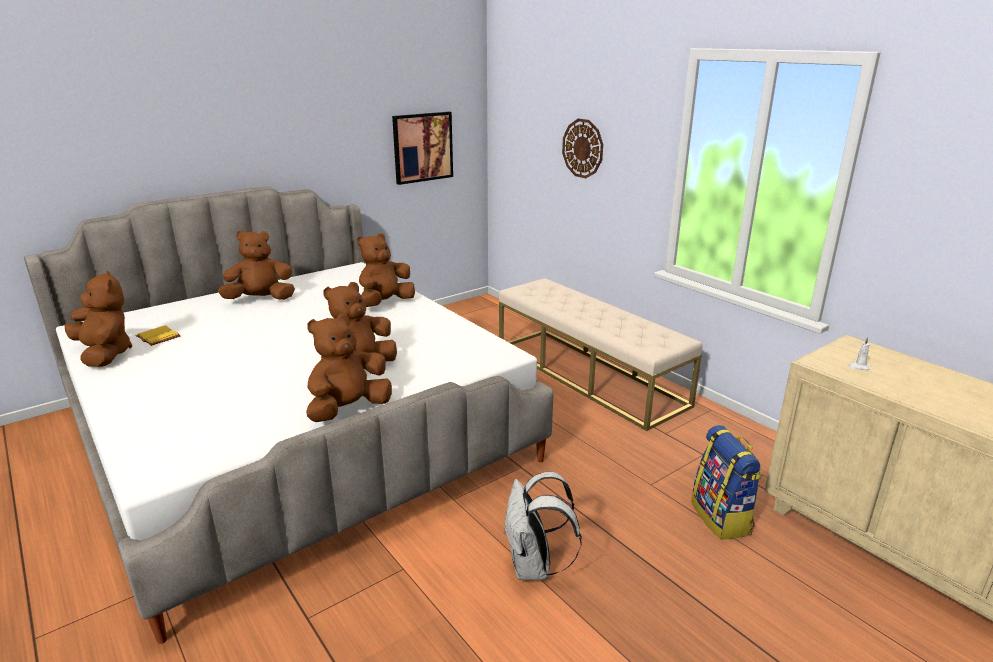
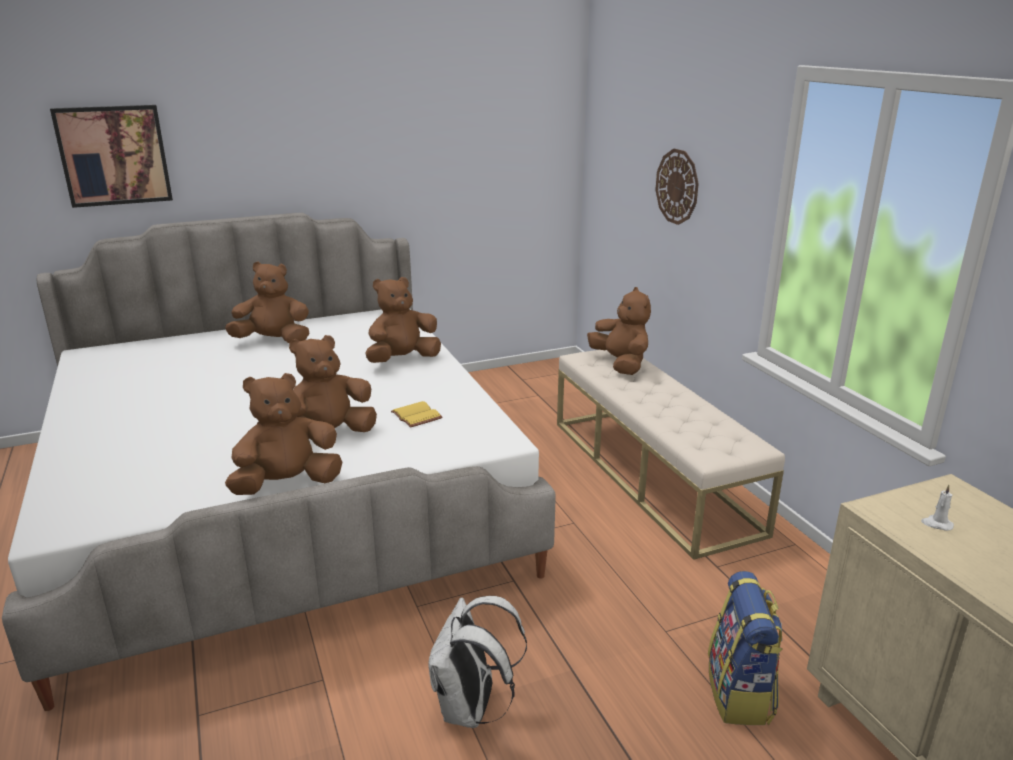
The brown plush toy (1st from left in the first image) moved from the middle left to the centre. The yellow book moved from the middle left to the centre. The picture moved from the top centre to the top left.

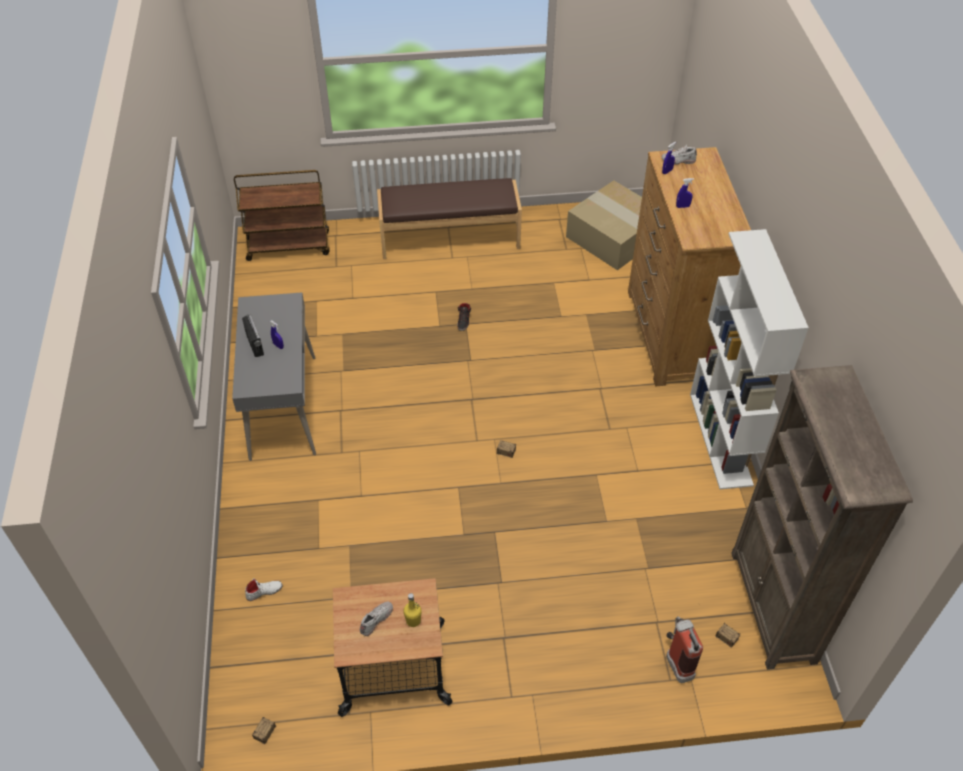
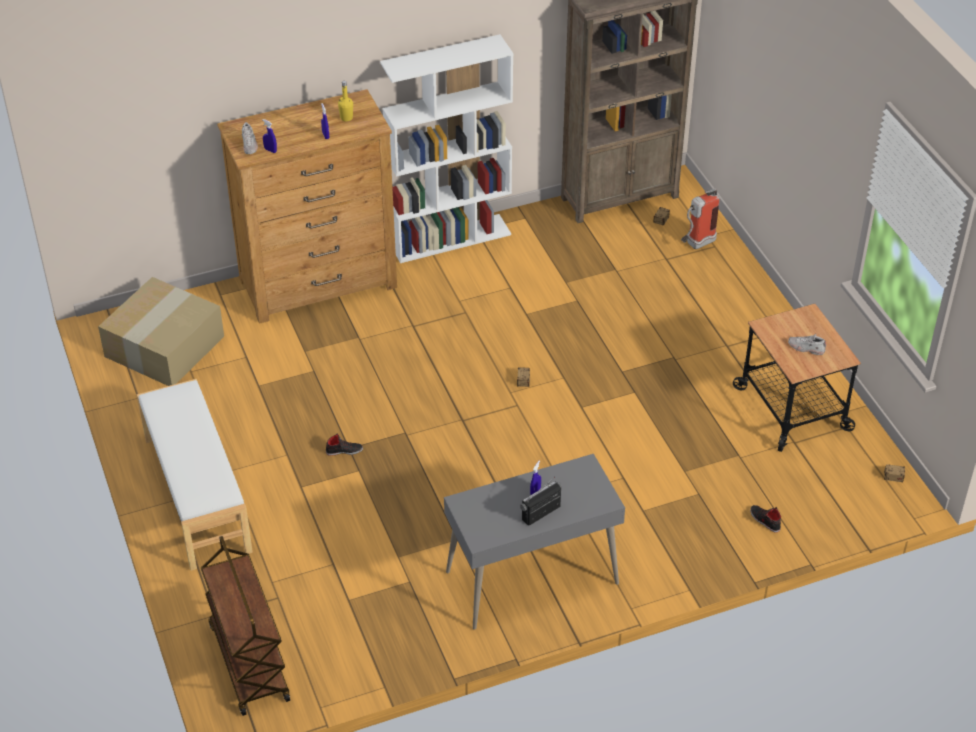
The yellow bottle moved from the bottom centre to the top centre. The white shoe (1st from left) at the bottom left became the black shoe (2nd from left) at the bottom right. The brown bench at the top centre became the white bench at the middle left.

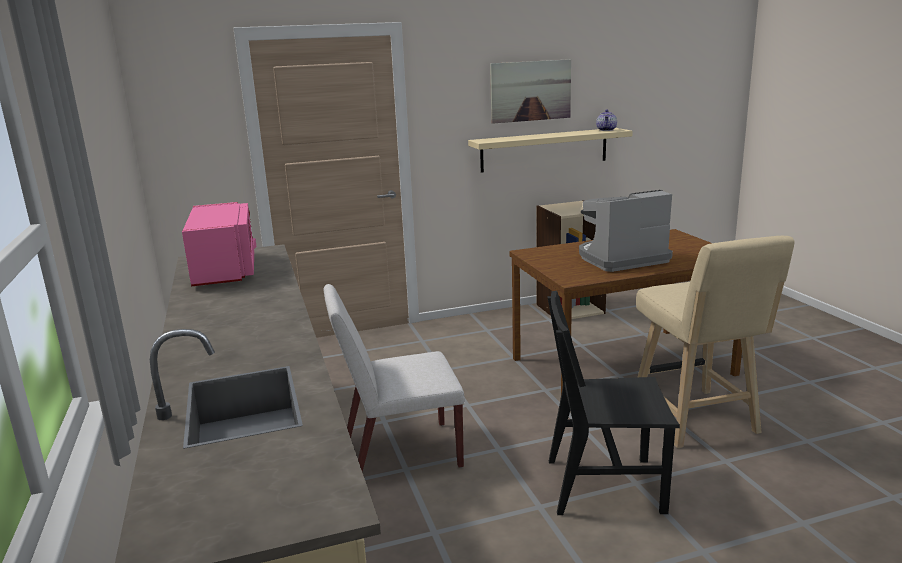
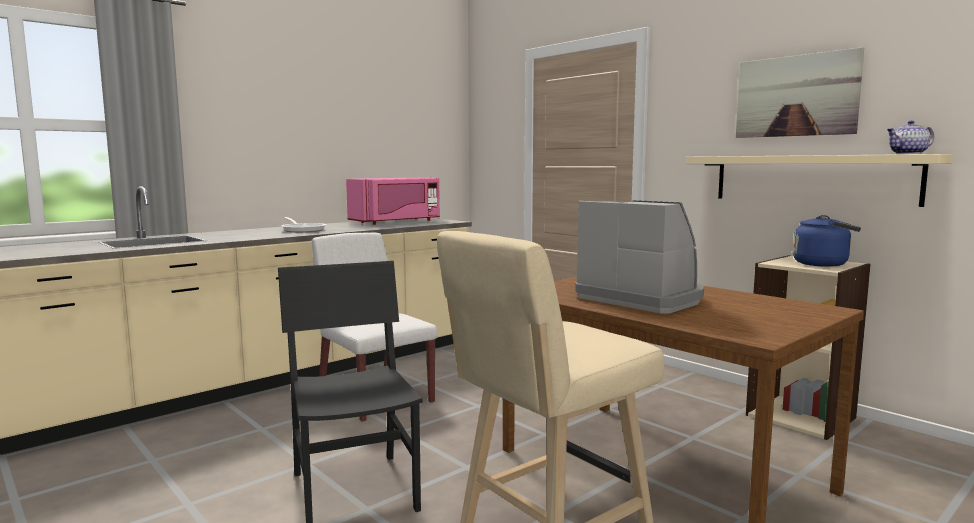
The frying pan at the middle left appeared. The blue kettle at the middle right appeared.

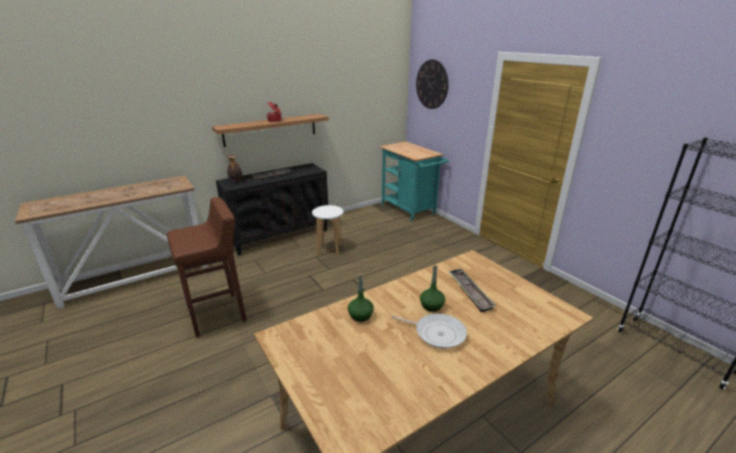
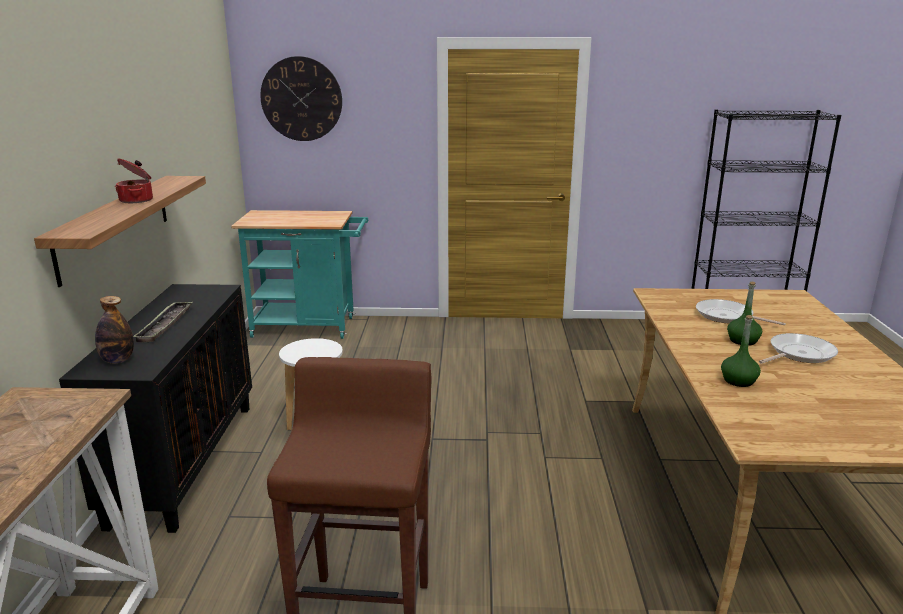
The tray (2nd from left) at the centre was replaced by the frying pan (1st from left) at the middle right.

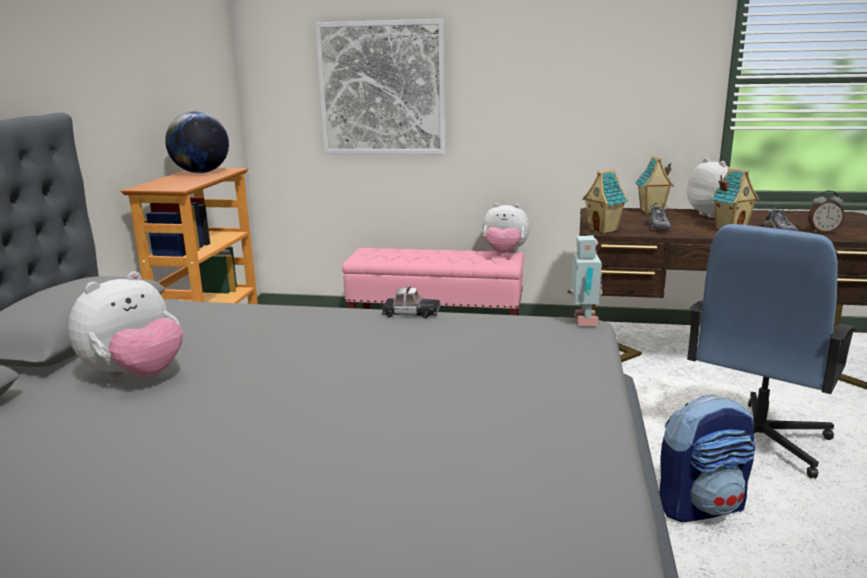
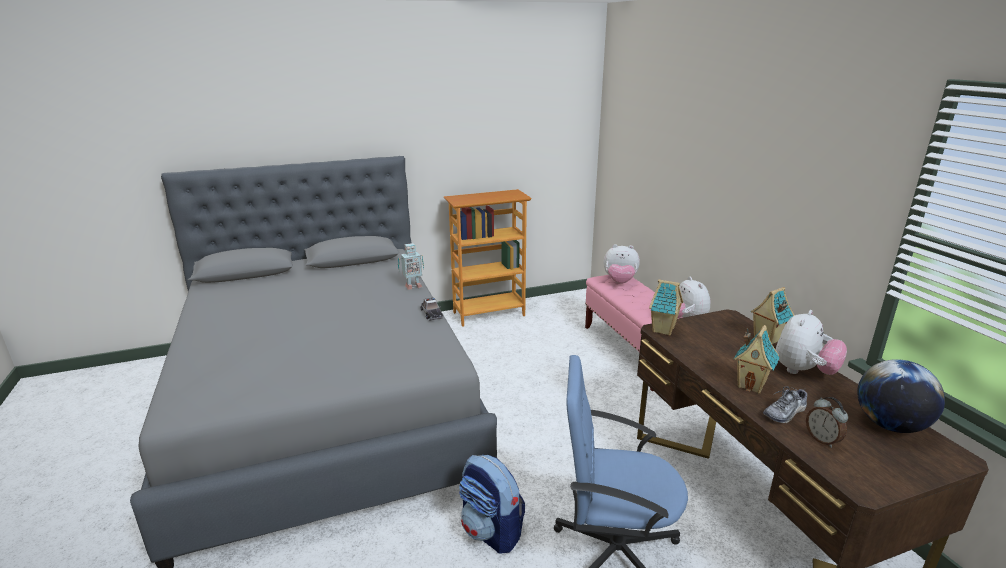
The picture at the top centre disappeared. The shoe (1st from left) at the middle right disappeared. The plush toy (1st from left) moved from the middle left to the centre. The globe moved from the top left to the bottom right. The toy robot moved from the middle right to the centre.

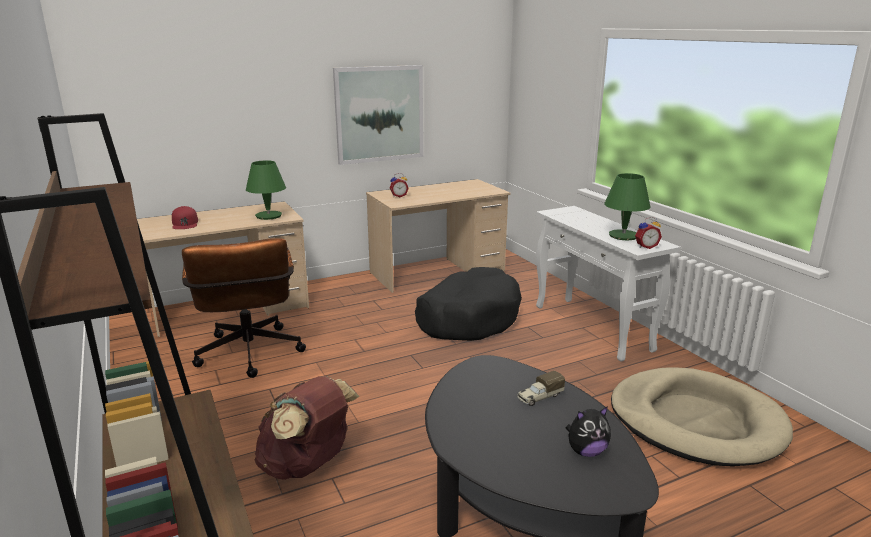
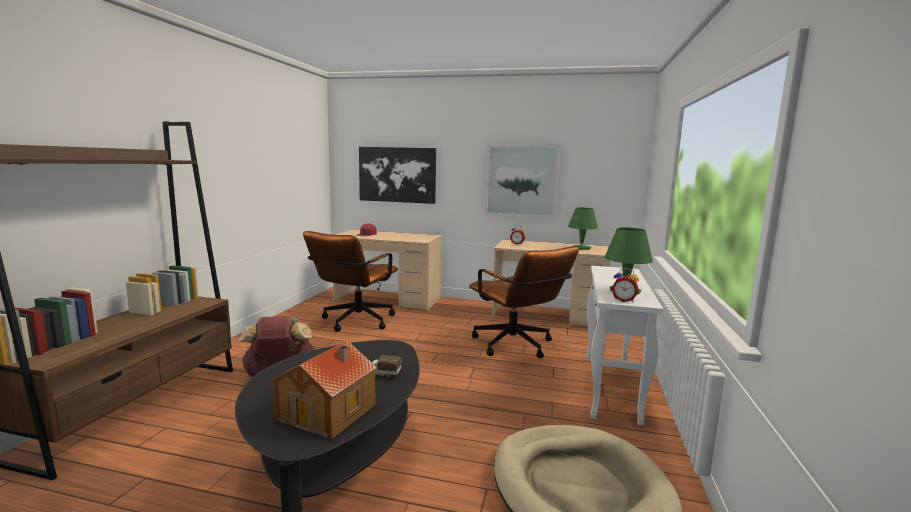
The picture (1st from left) at the centre appeared. The green table lamp (1st from left) moved from the middle left to the centre. The black dog bed at the centre was replaced by the brown office chair (2nd from left) at the centre. The plush toy at the bottom right was replaced by the toy house at the bottom centre.

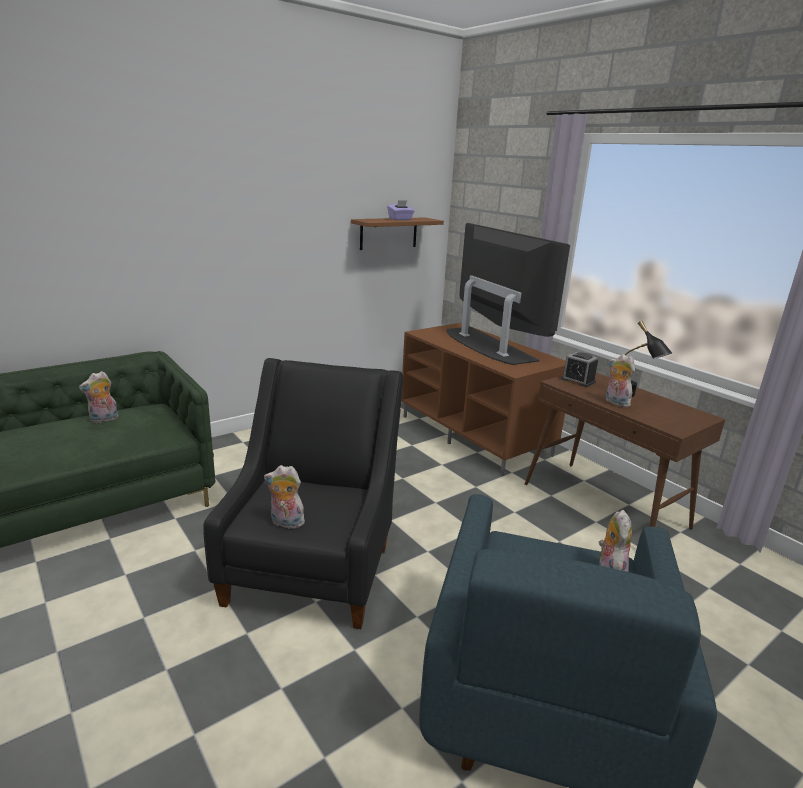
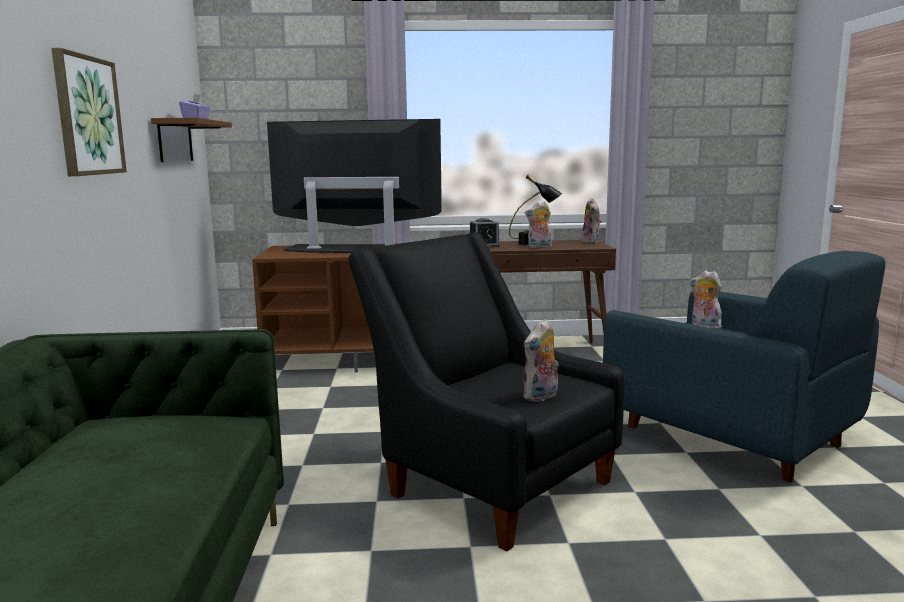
The picture at the top left appeared. The plush toy (1st from left in the first image) moved from the middle left to the centre.

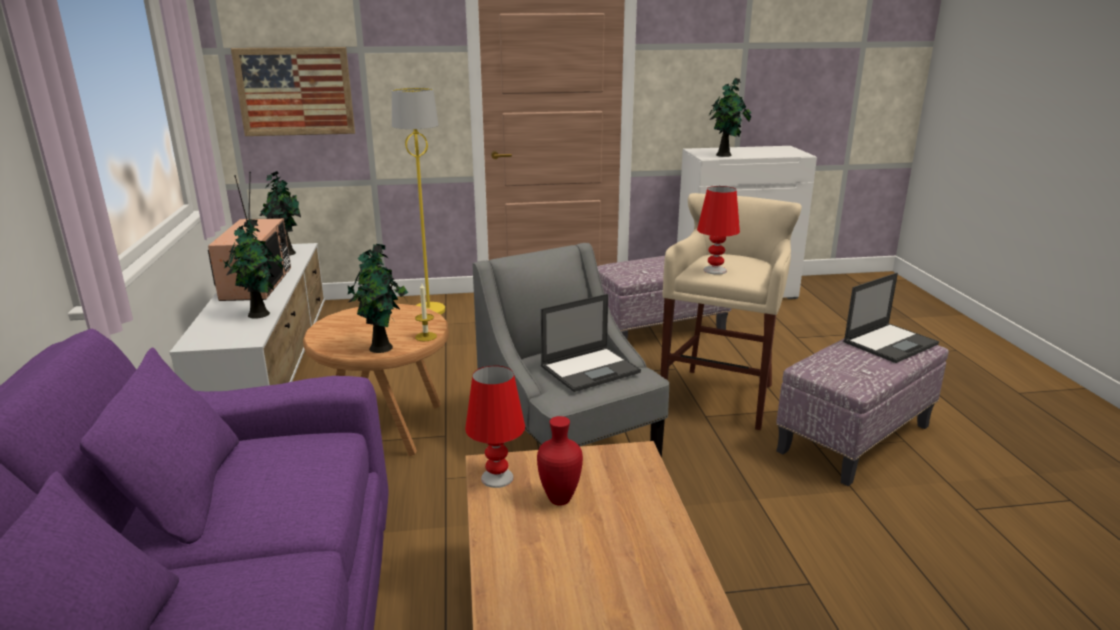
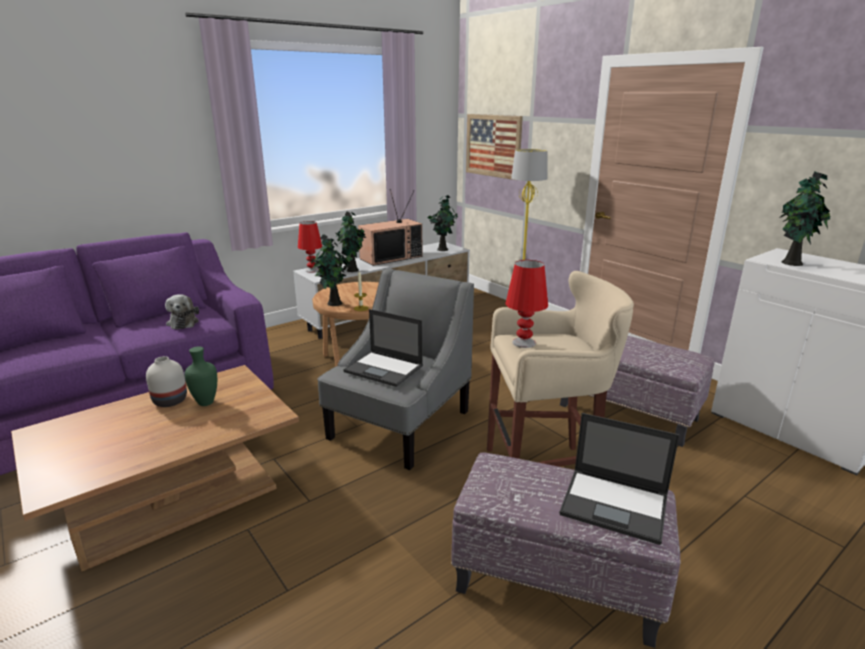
The white vase at the middle left appeared. The plush toy at the middle left appeared. The red table lamp (1st from left) moved from the bottom centre to the centre. The red vase at the bottom centre became the green vase at the middle left.

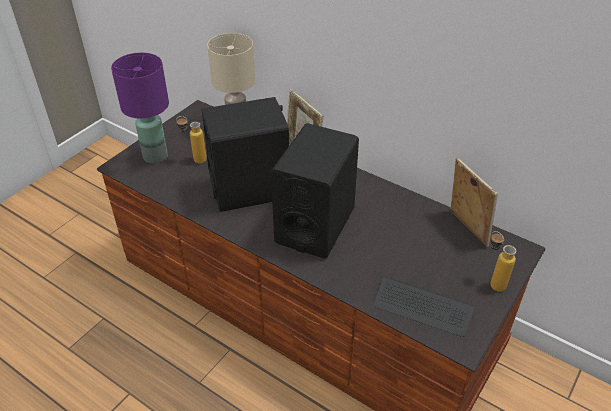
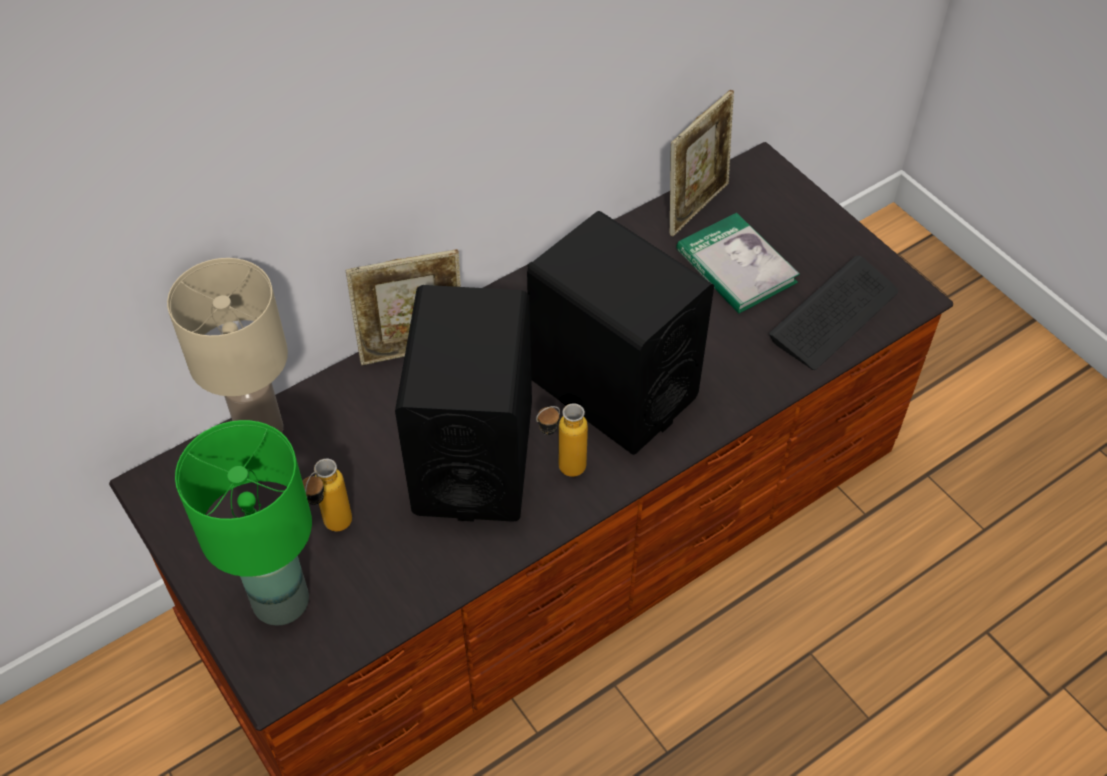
The book at the middle right appeared. The bottle (2nd from left) moved from the middle right to the centre. The purple table lamp at the top left became the green table lamp at the bottom left. The picture frame (2nd from left) at the middle right turned 135 degrees clockwise.

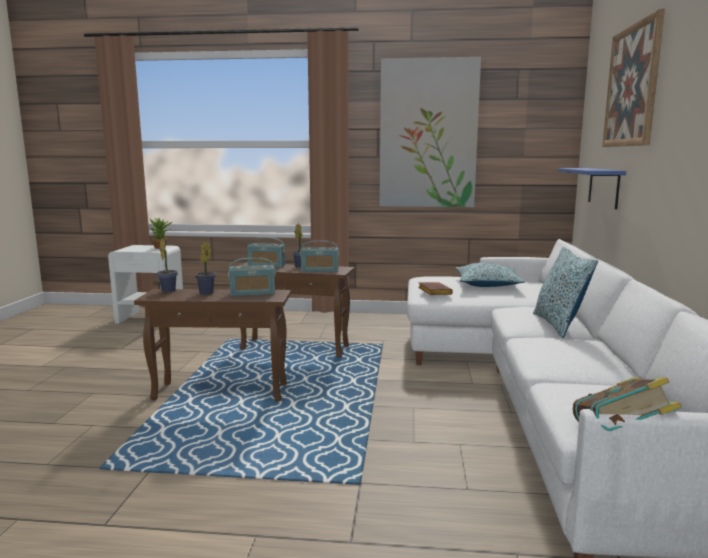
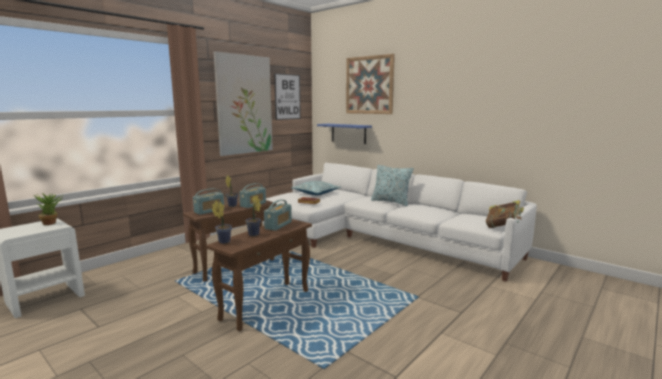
The picture (2nd from left) at the top centre appeared.

